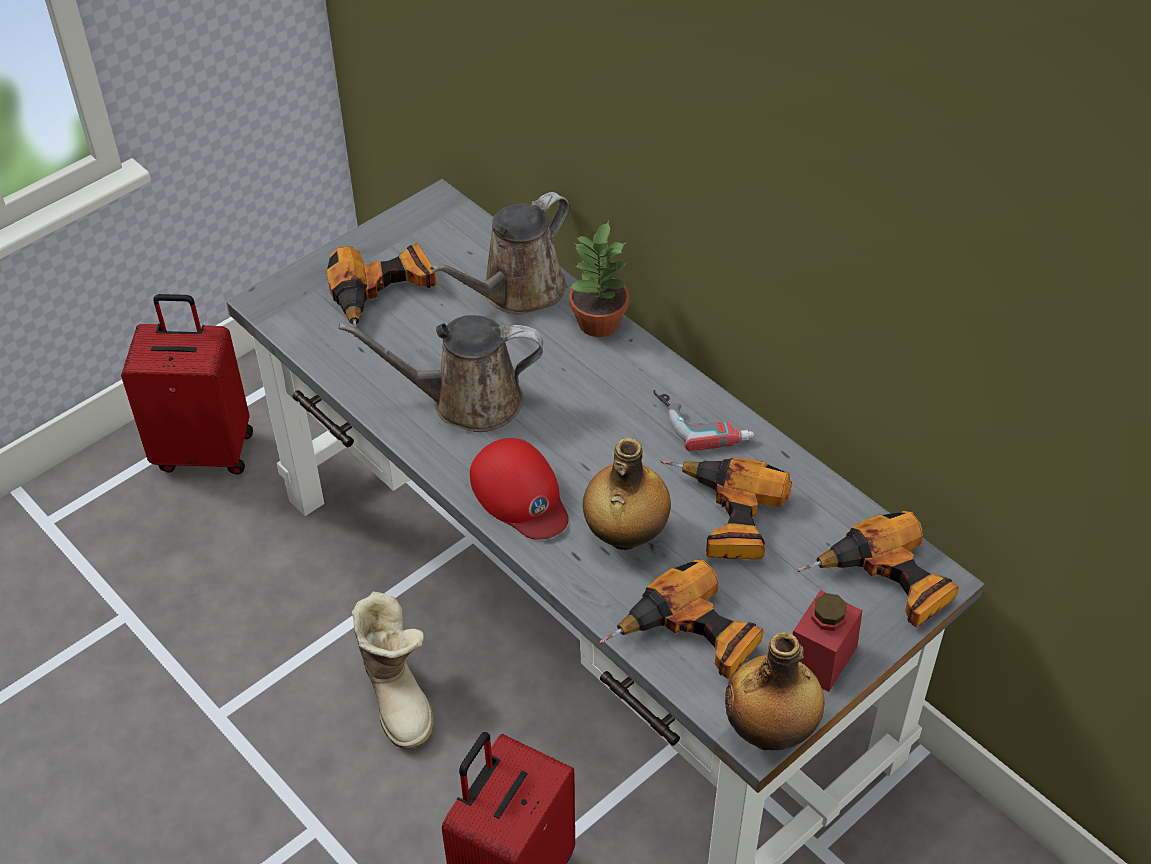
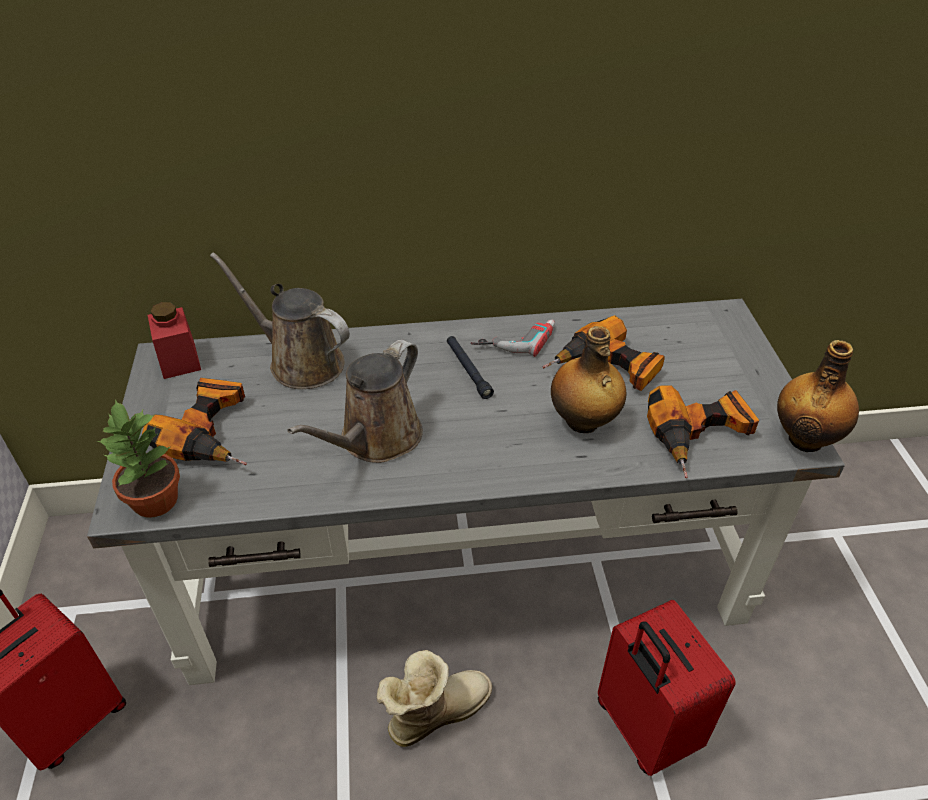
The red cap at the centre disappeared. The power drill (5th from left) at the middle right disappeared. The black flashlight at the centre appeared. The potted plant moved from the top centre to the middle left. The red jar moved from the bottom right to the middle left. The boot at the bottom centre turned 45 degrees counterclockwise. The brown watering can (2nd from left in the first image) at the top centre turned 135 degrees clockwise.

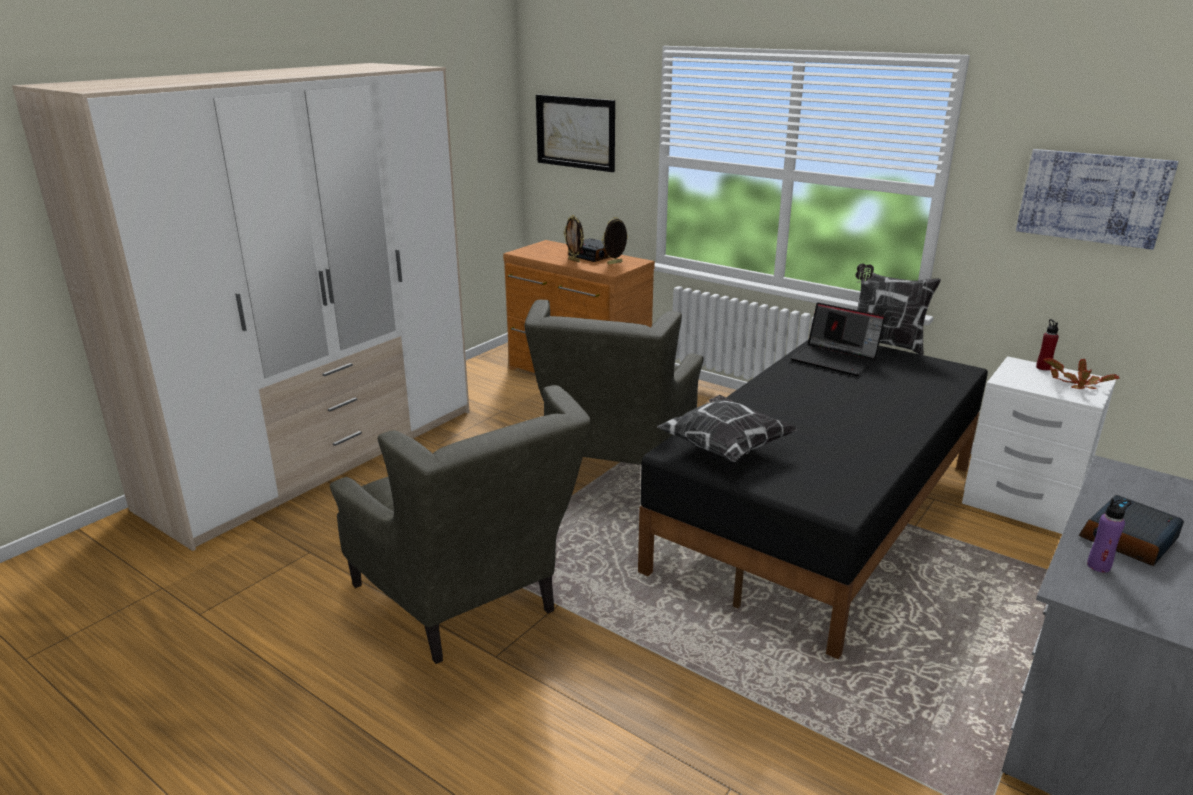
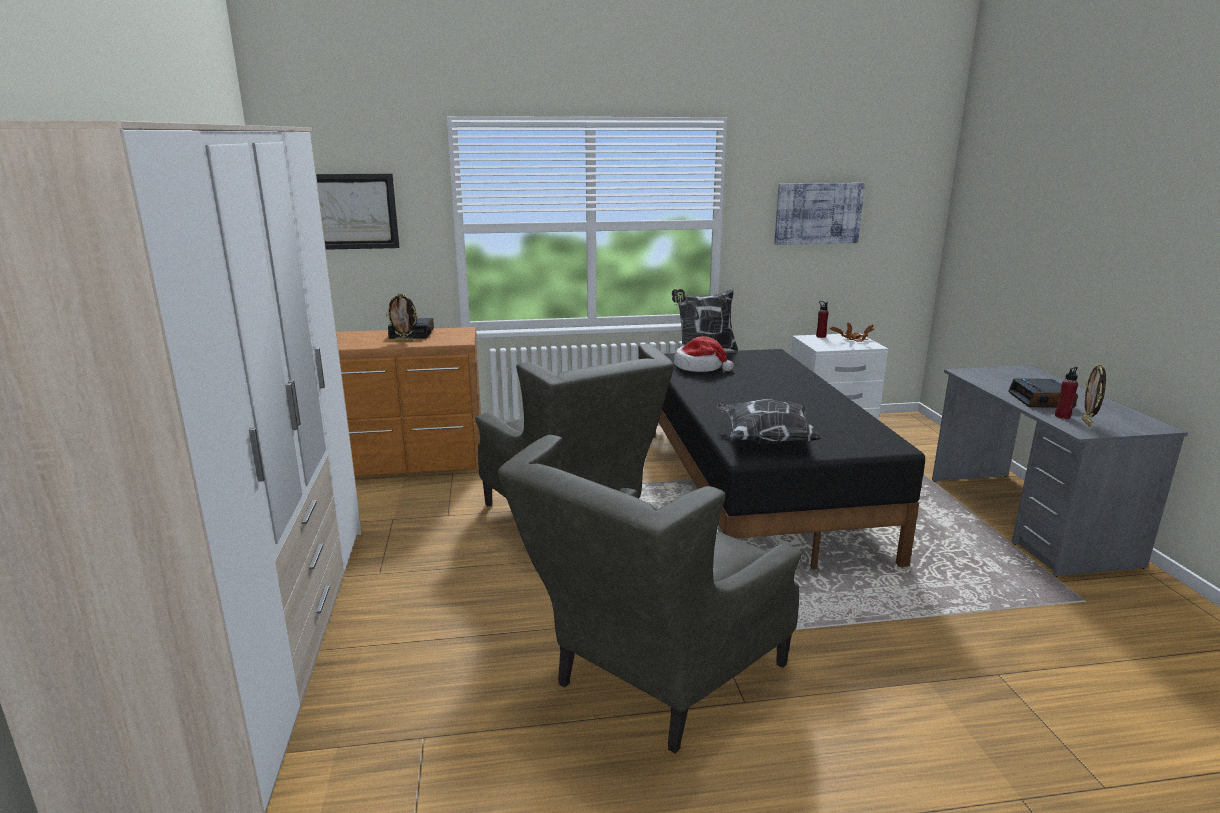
The picture frame (2nd from left) moved from the top centre to the middle right. The laptop at the middle right was replaced by the hat at the centre. The purple bottle at the bottom right became the red bottle (2nd from left) at the middle right. The grey armchair (1st from left in the first image) at the centre turned 120 degrees clockwise.

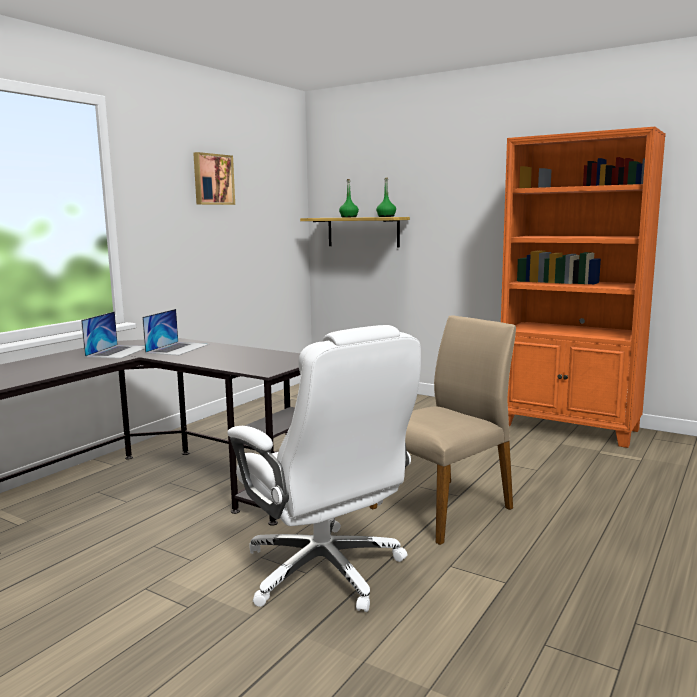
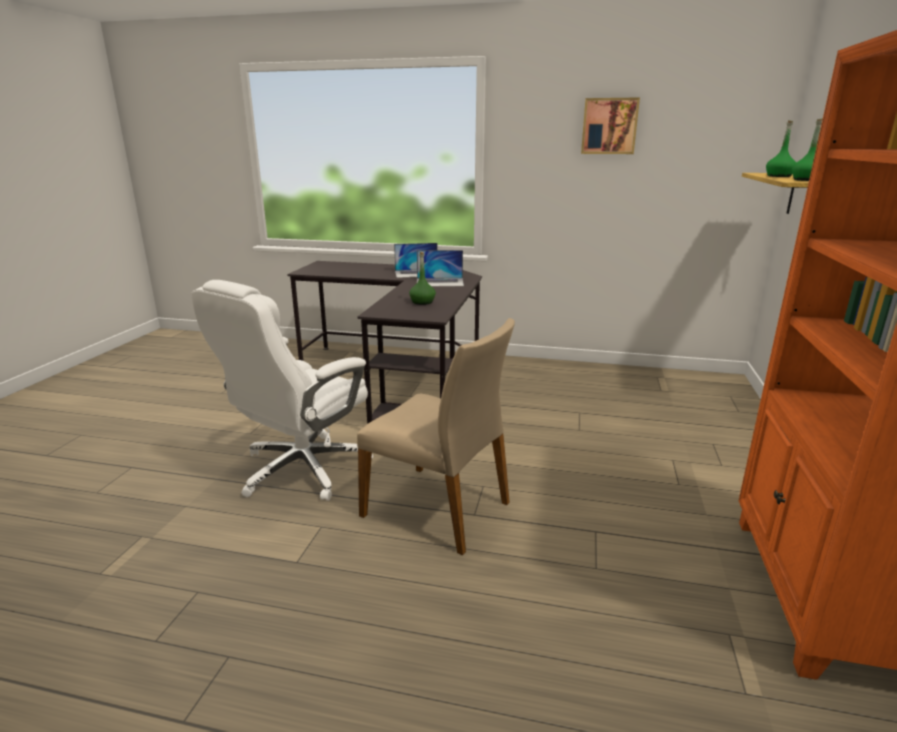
The green bottle (1st from left) at the centre appeared.

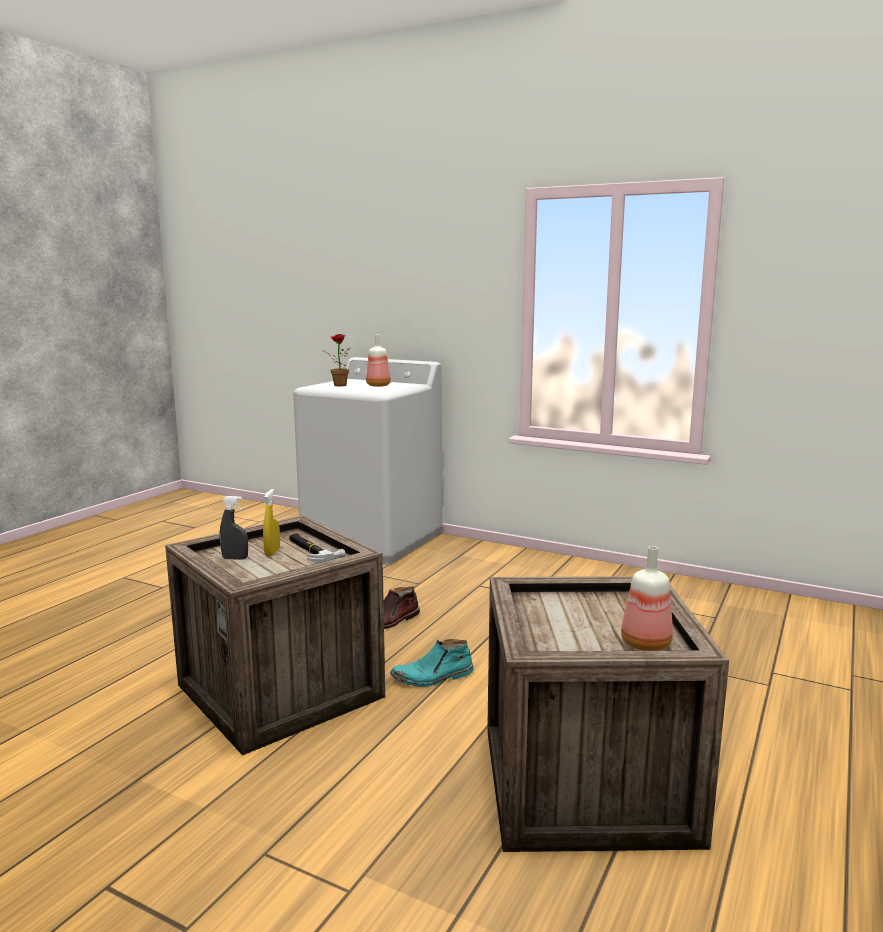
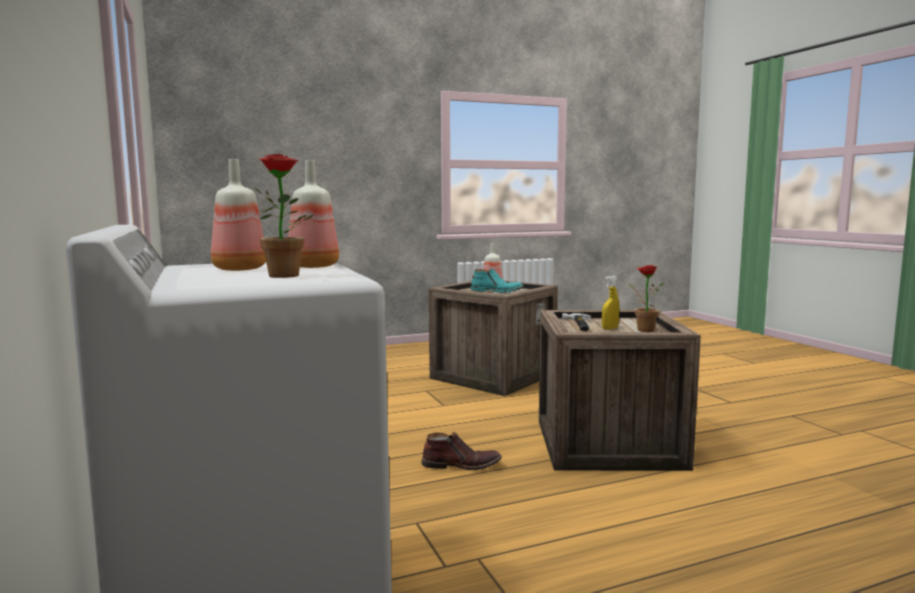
The bottle (2nd from left) at the centre appeared. The turquoise boot moved from the bottom centre to the centre. The grey spray bottle at the middle left was replaced by the potted plant (2nd from left) at the middle right.

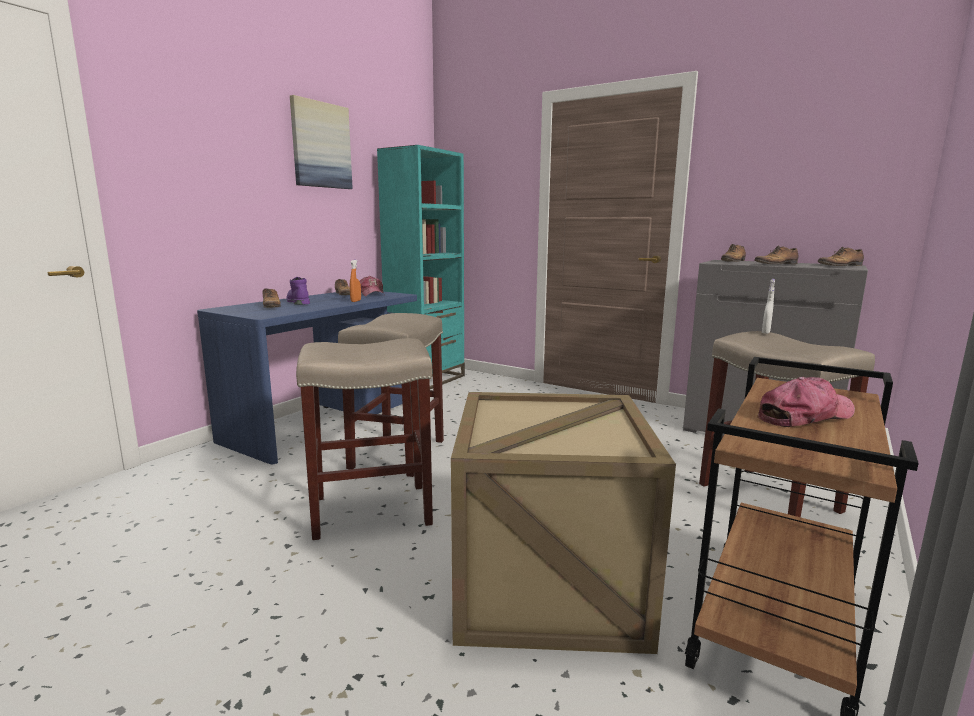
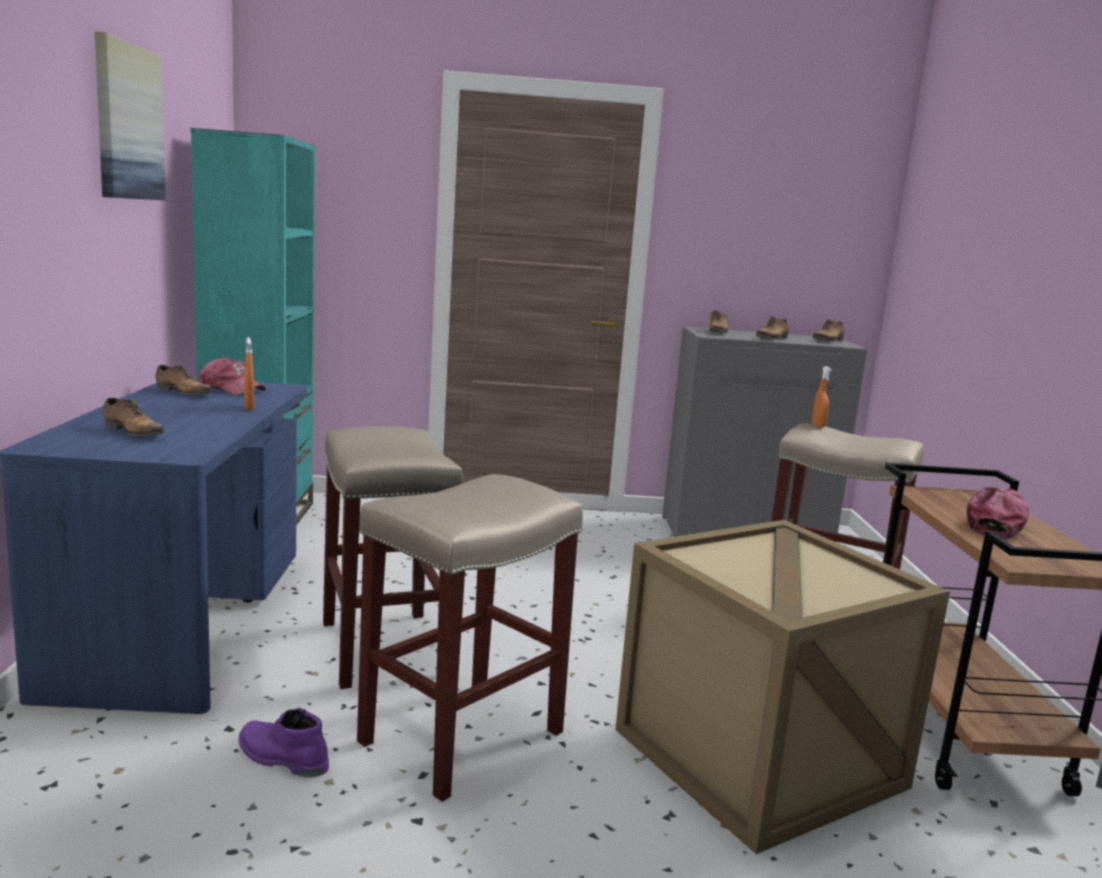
The purple boot moved from the middle left to the bottom left. The white spray bottle at the middle right became the orange spray bottle (2nd from left) at the middle right.

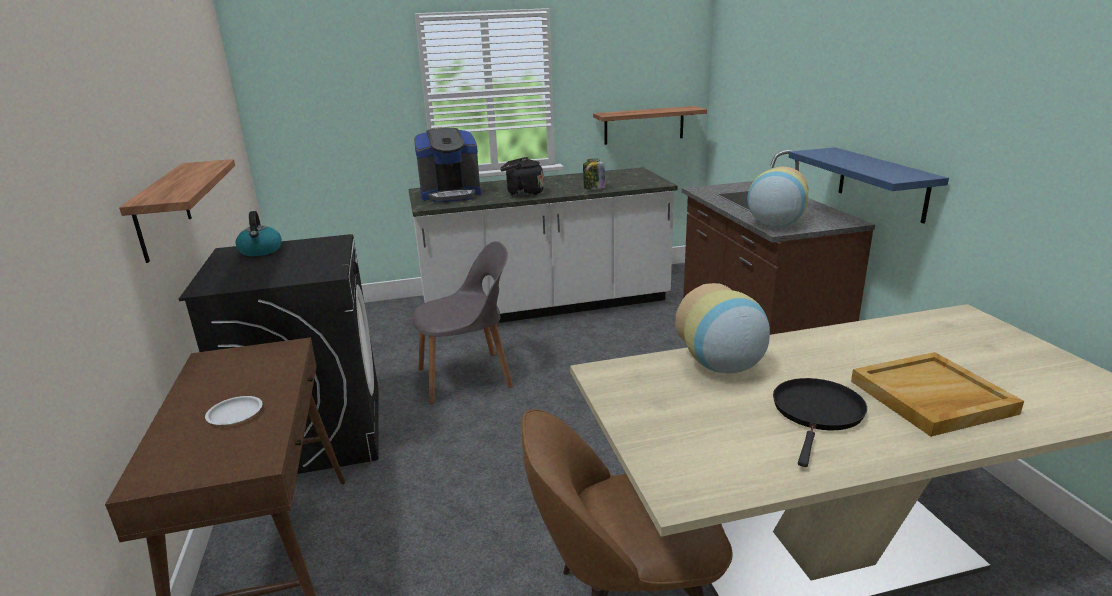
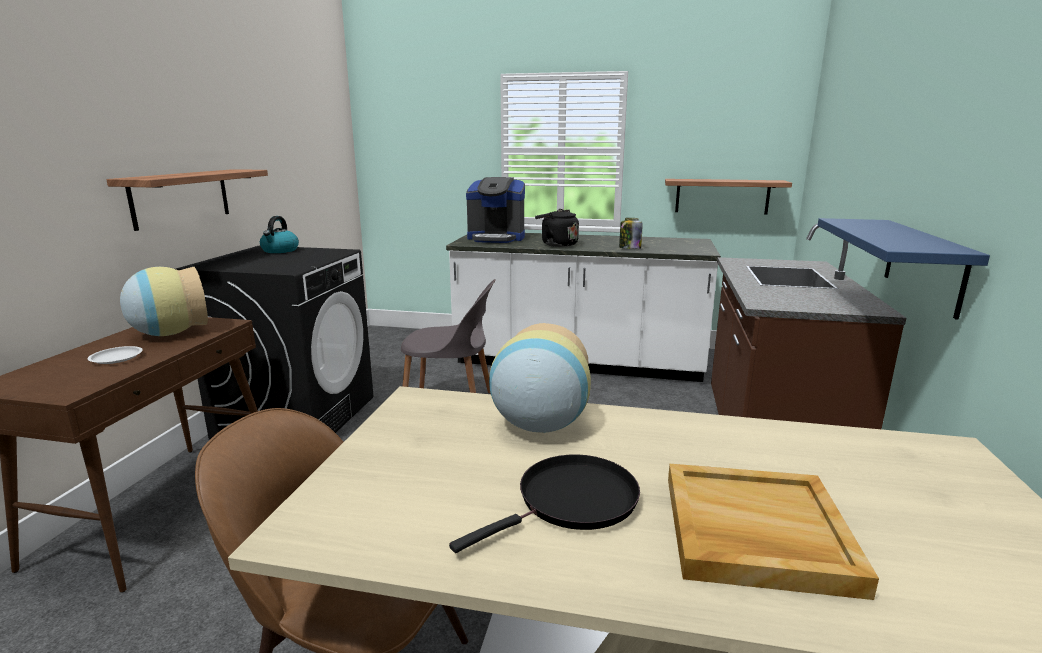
The vase (2nd from left in the first image) moved from the top right to the middle left.

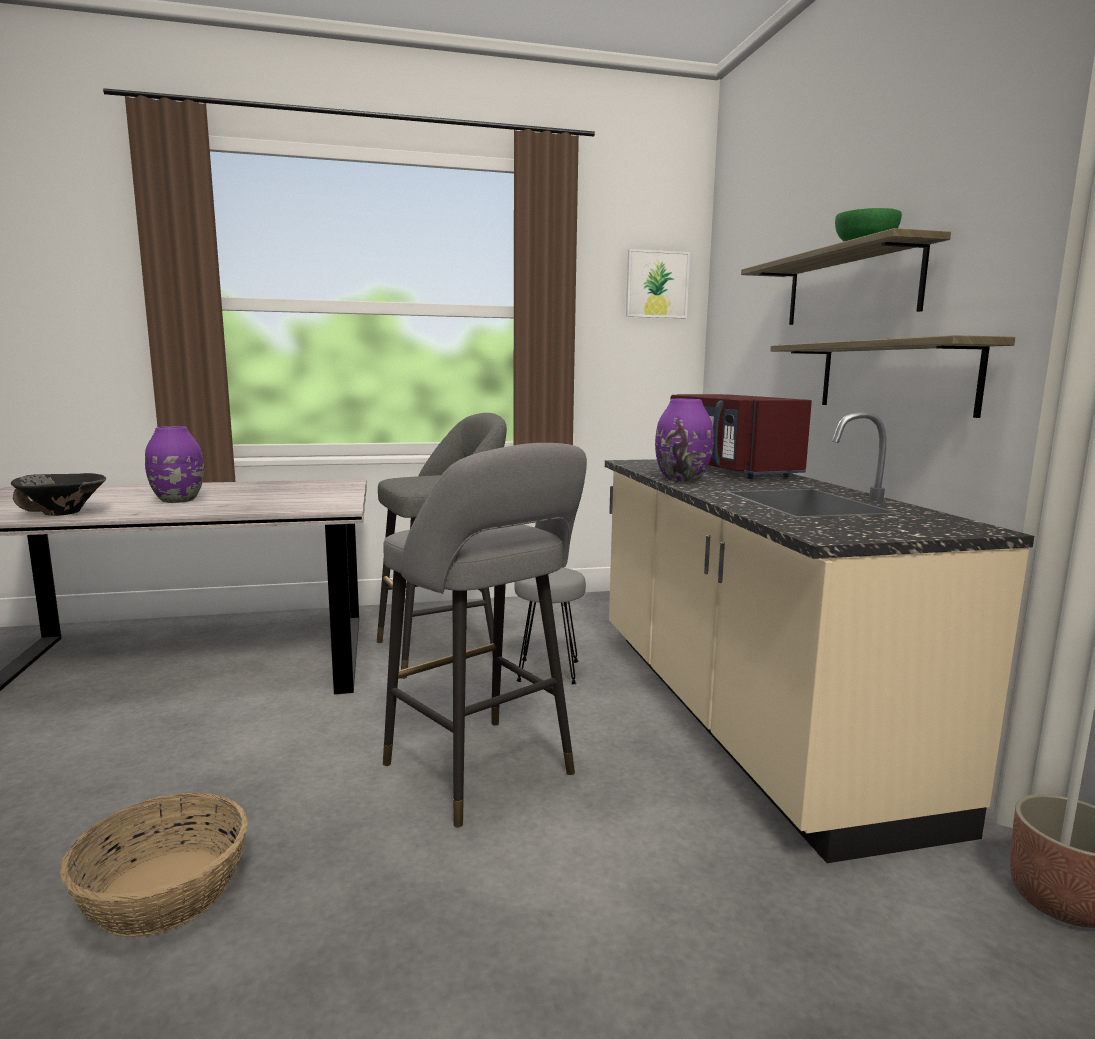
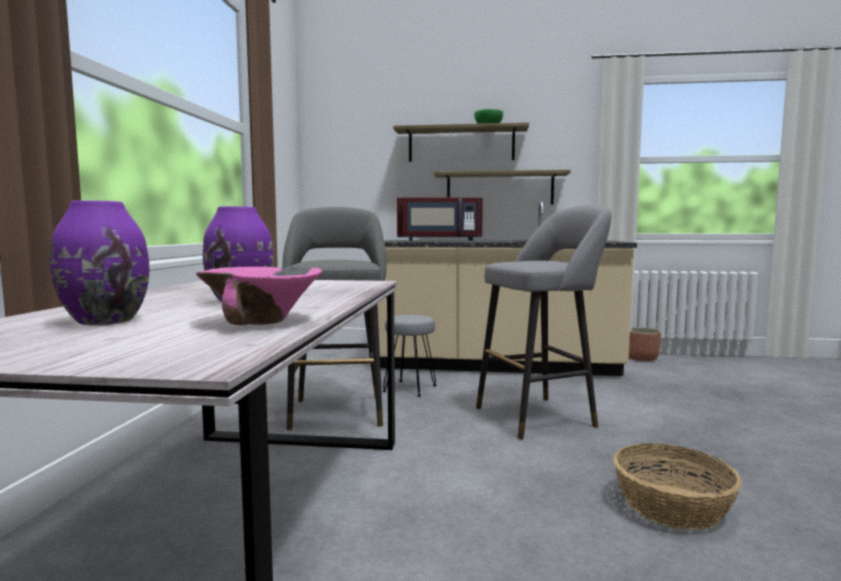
The picture at the top centre disappeared. The purple vase (2nd from left in the first image) moved from the centre to the middle left. The black bowl at the middle left became the pink bowl at the middle left.

